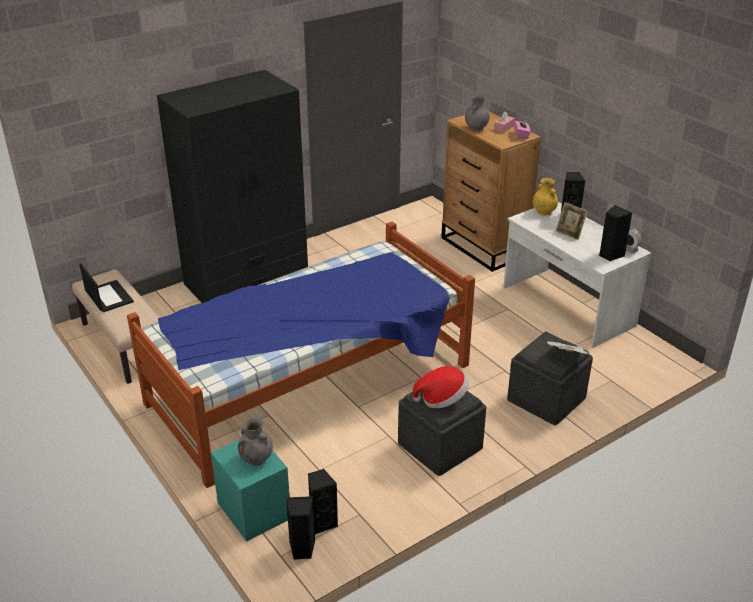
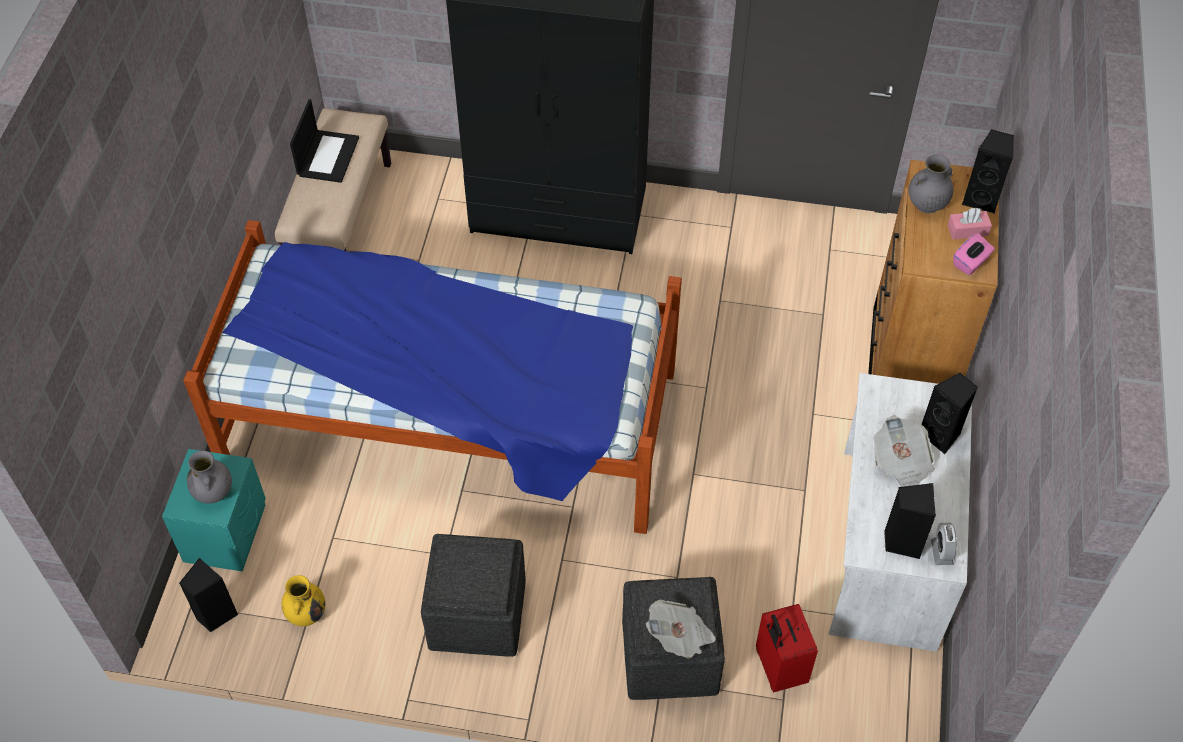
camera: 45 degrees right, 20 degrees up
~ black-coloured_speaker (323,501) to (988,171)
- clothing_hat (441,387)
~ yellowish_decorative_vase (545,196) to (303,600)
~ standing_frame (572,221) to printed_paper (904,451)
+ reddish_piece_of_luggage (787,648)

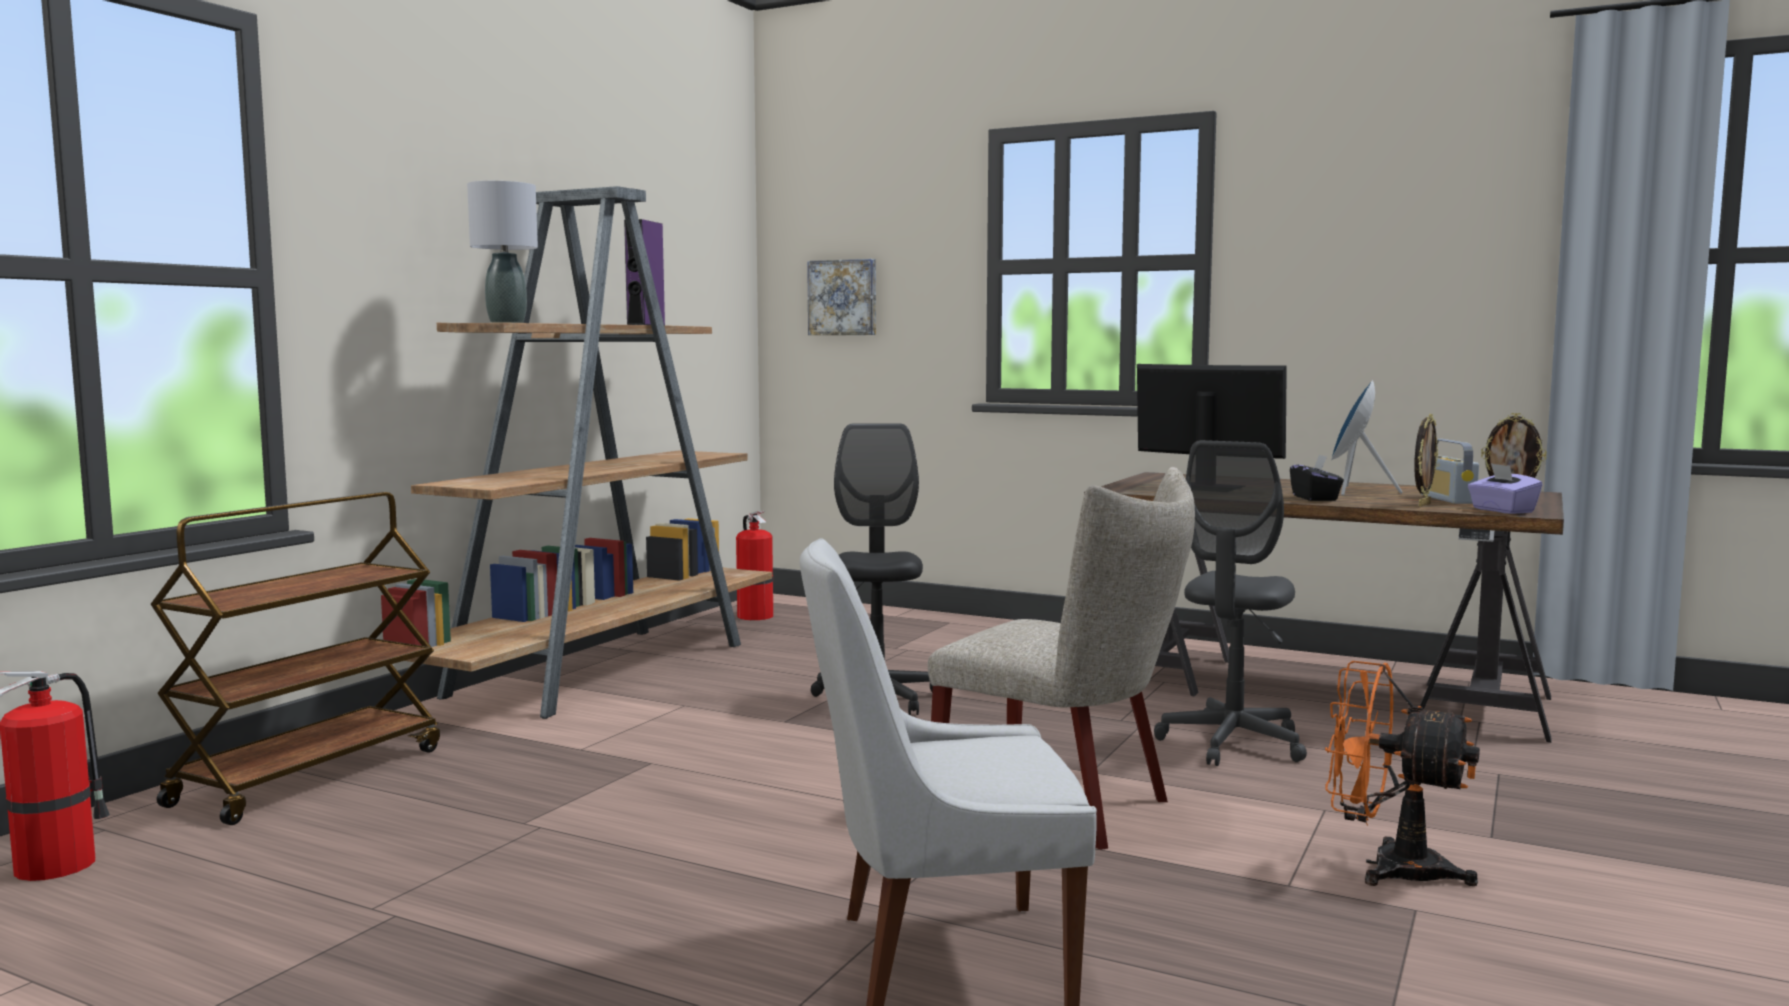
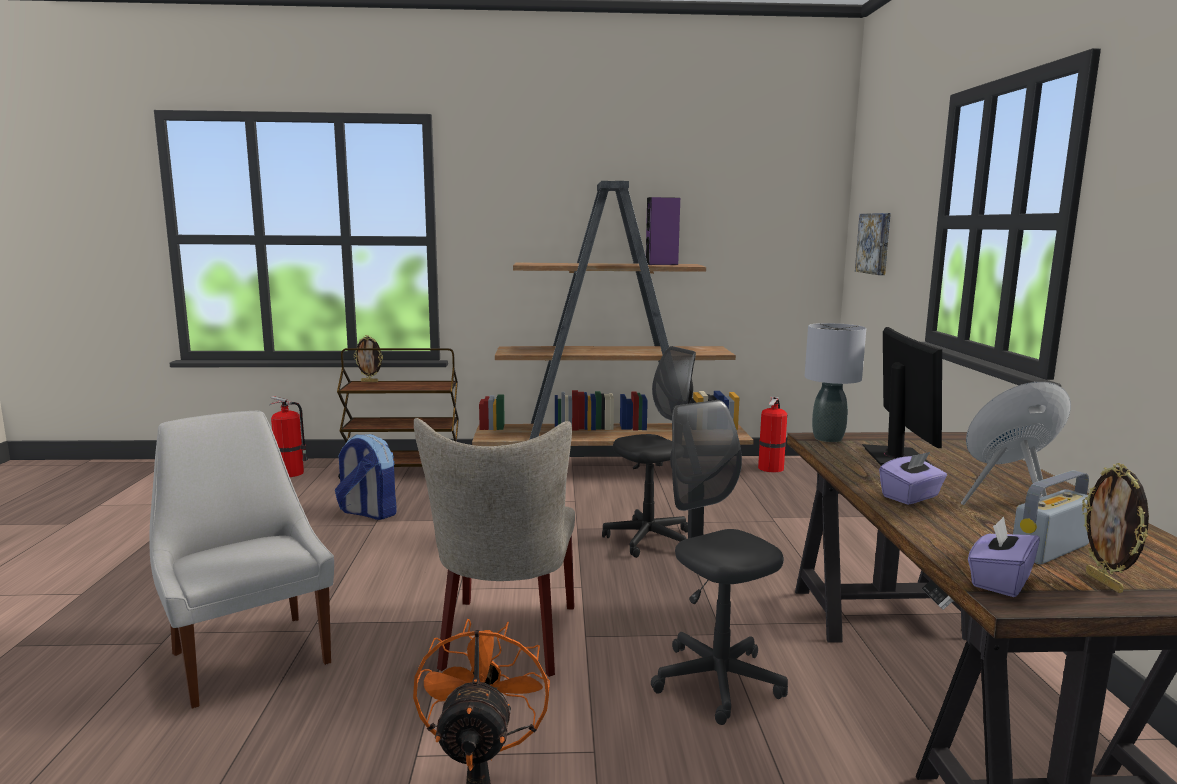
camera: 60 degrees right, 5 degrees up
~ grey_table_lamp (502,252) to (835,382)
~ grey_office_chair (1230,603) = (719,562) 60 degrees clockwise
~ black-coloured_tissue_box (1317,477) to purple_tissue_box (913,478)
~ standing_frame (1426,460) to (368,358)
+ rucksack (366,477)

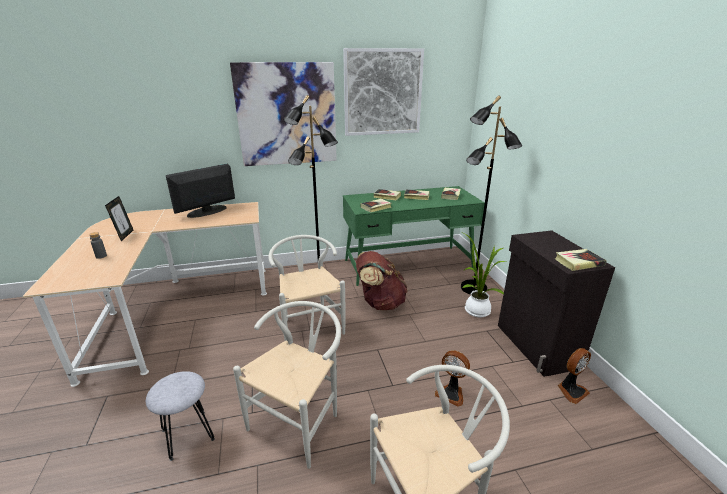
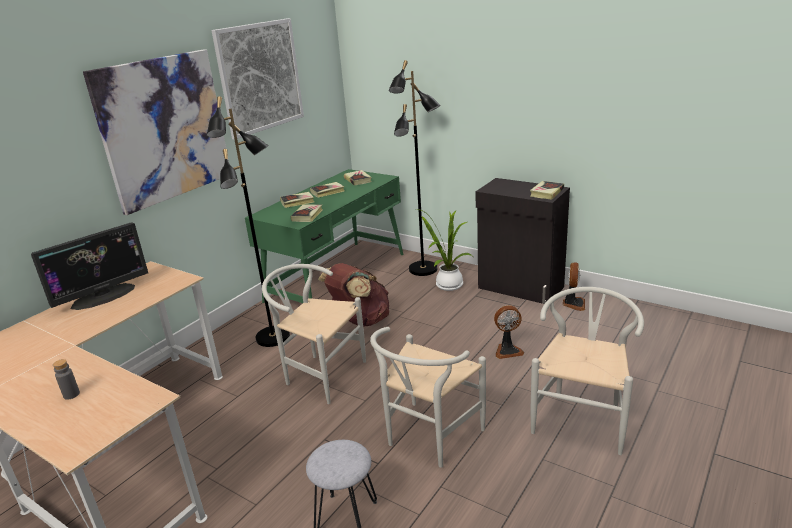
camera: 40 degrees left, 0 degrees up
- standing_frame (119,218)
~ computer_display (200,191) = (89,266) 135 degrees counterclockwise
~ whitish_plain_chair (287,385) = (428,397) 135 degrees counterclockwise

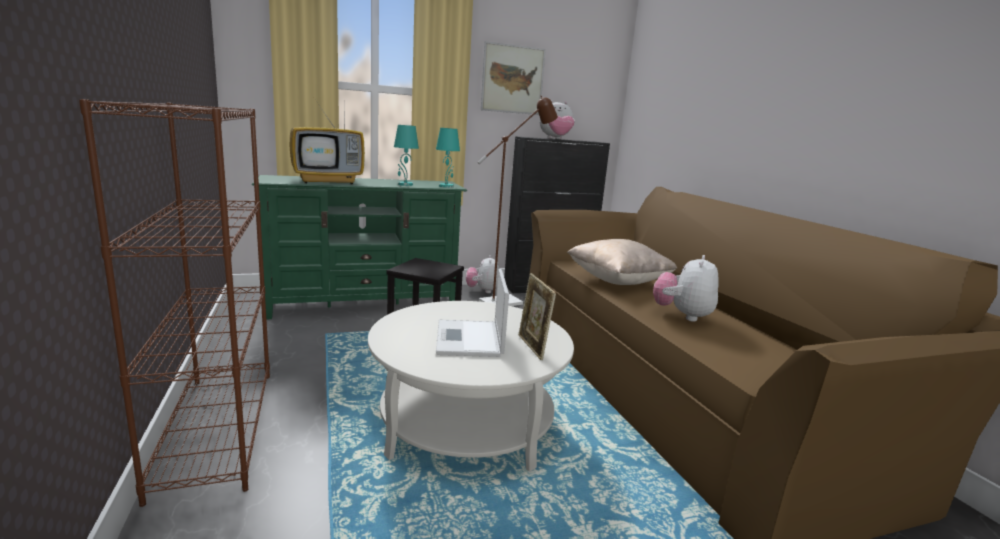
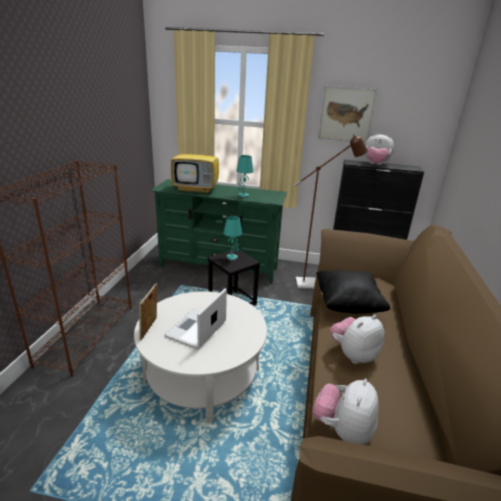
camera: 30 degrees right, 10 degrees up
~ turquoise-coloured_table_lamp (448,158) to (233,238)
~ soft_toy (483,274) to (346,411)
~ standing_frame (537,316) to (148,312)
~ beige_cushion (622,262) to black-coloured_cushion (353,291)

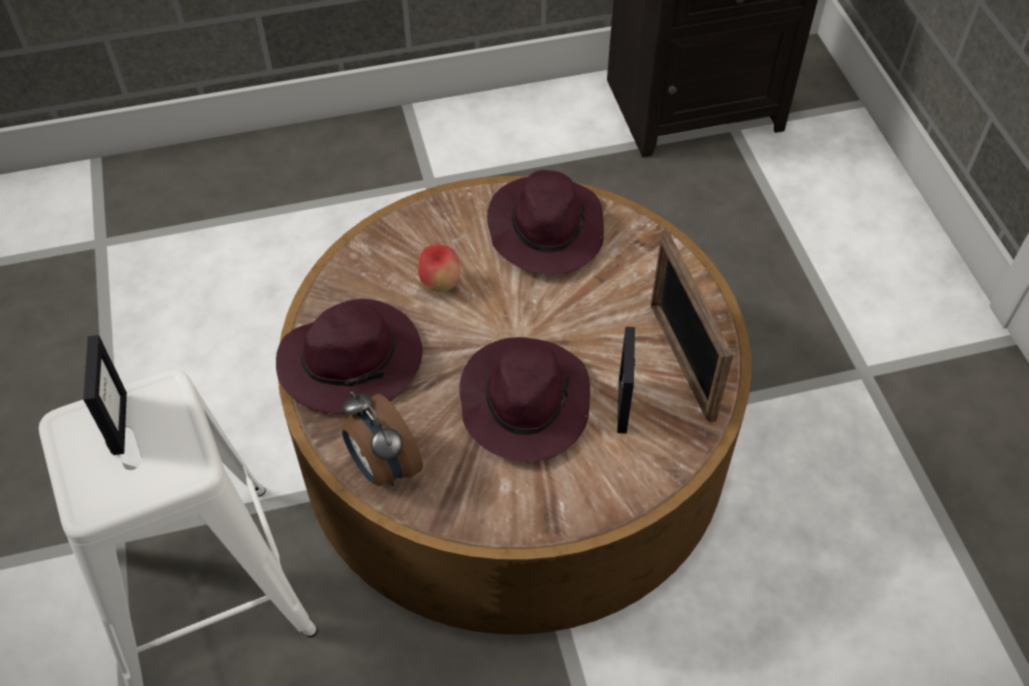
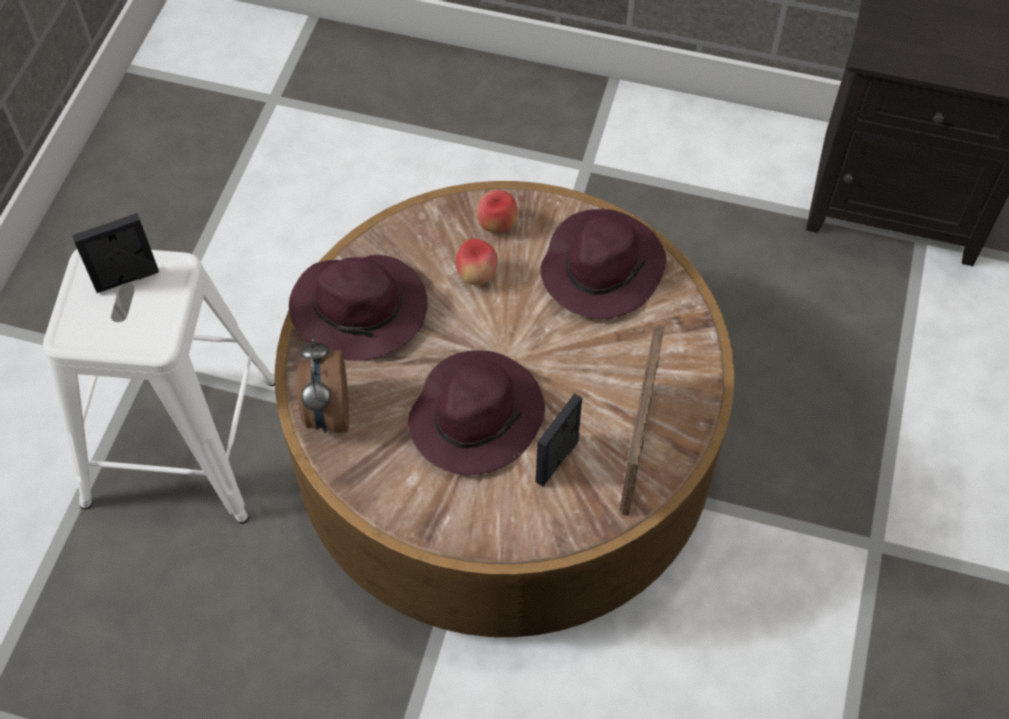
camera: 30 degrees right, 5 degrees up
~ standing_frame (105,395) = (115,253) 135 degrees counterclockwise
+ apple_fruit (497,211)

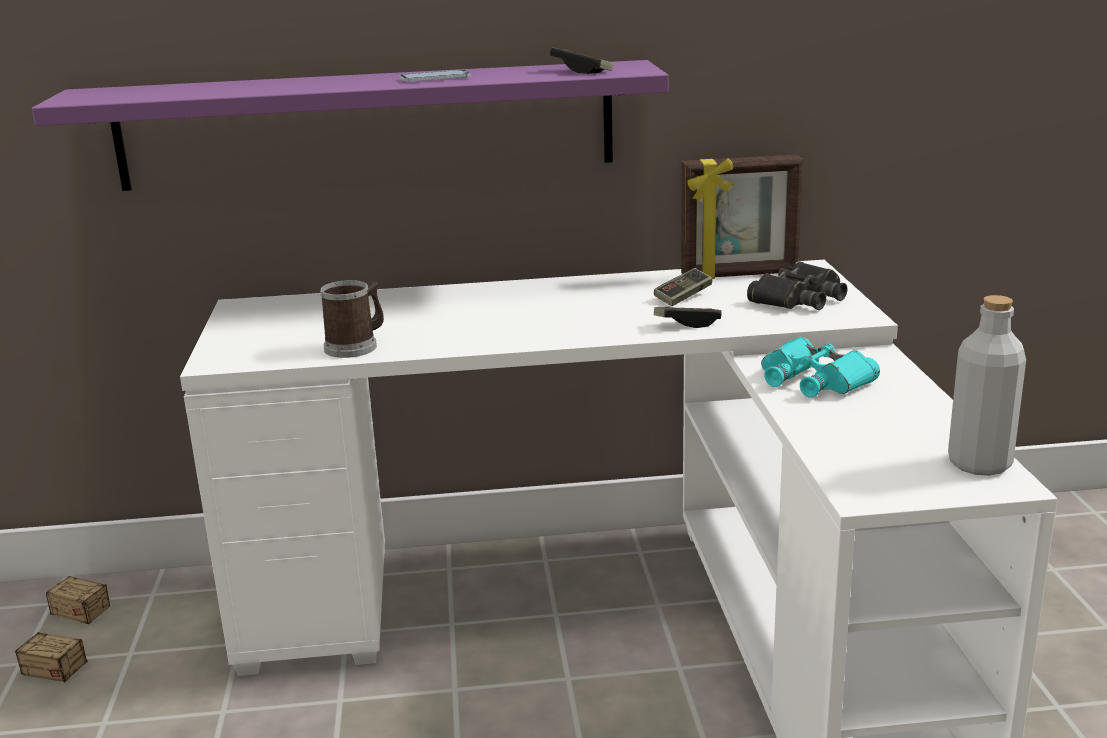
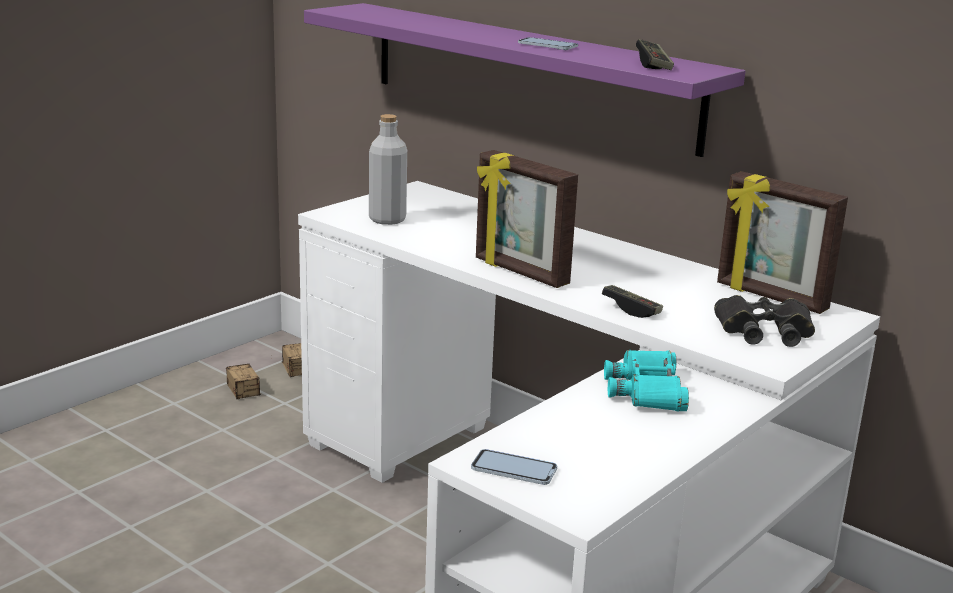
camera: 45 degrees right, 0 degrees up
- tea_mug (352,319)
- gamepad (683,287)
~ grey_beverage_bottle (987,385) to (388,169)
+ phone (514,467)
+ standing_frame (527,219)

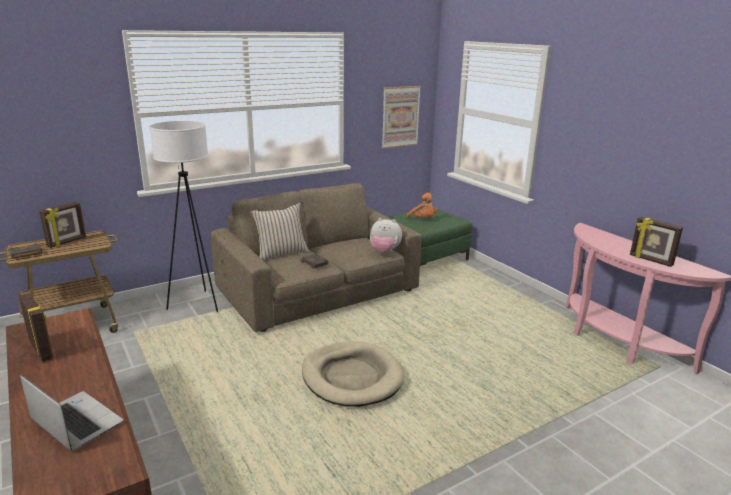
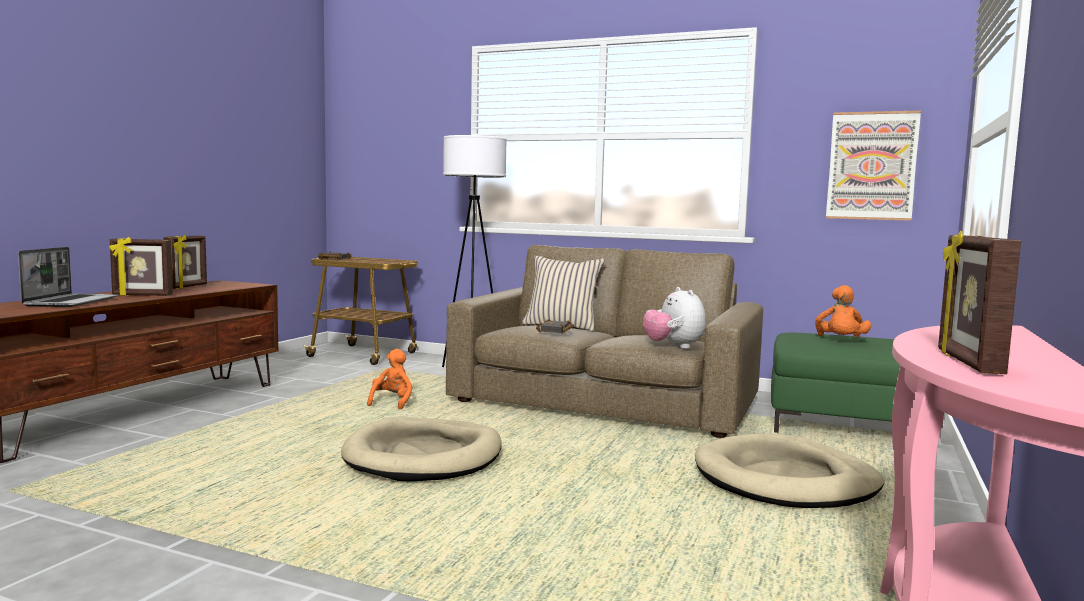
camera: 55 degrees right, 15 degrees down
~ standing_frame (62,225) to (141,266)
+ orangey_soft_toy (390,379)
+ beige_dog_bed (789,470)

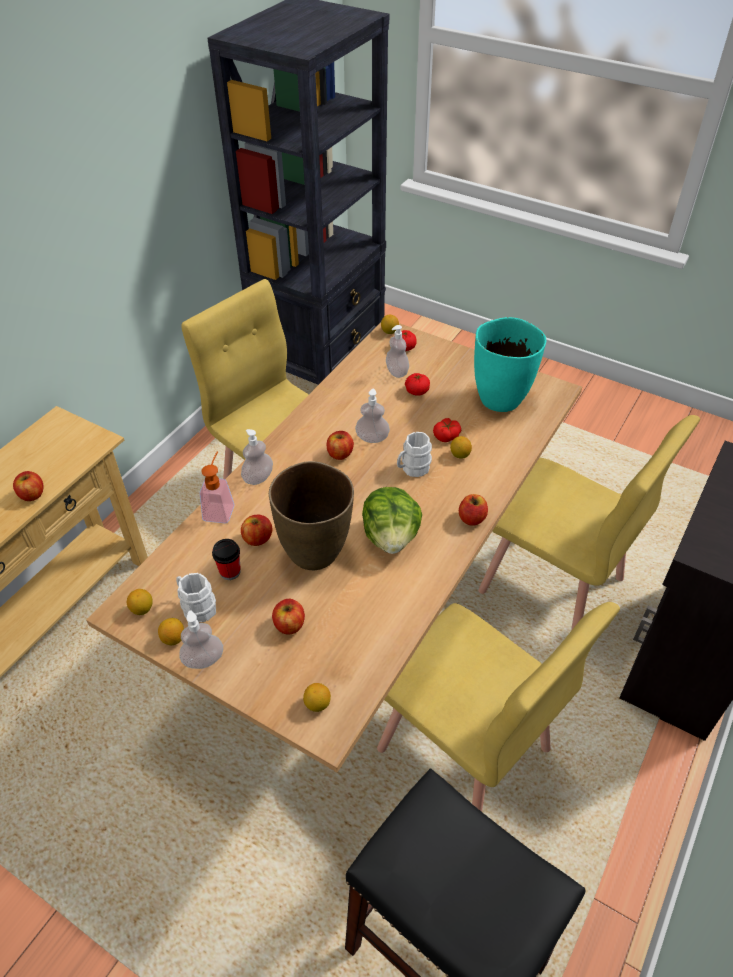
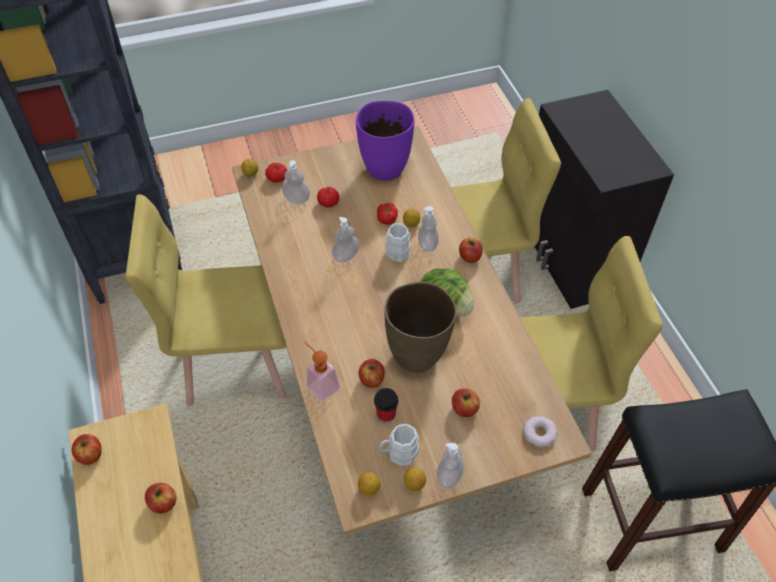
camera: 50 degrees left, 5 degrees up
~ soap_bottle (257,457) to (428,229)
~ citrus_fruit (317,697) to doughnut (540,431)
~ apple_fruit (340,445) to (87,449)
~ turquoise-coloured_decorative_vase (510,364) to purple_decorative_vase (385,141)

